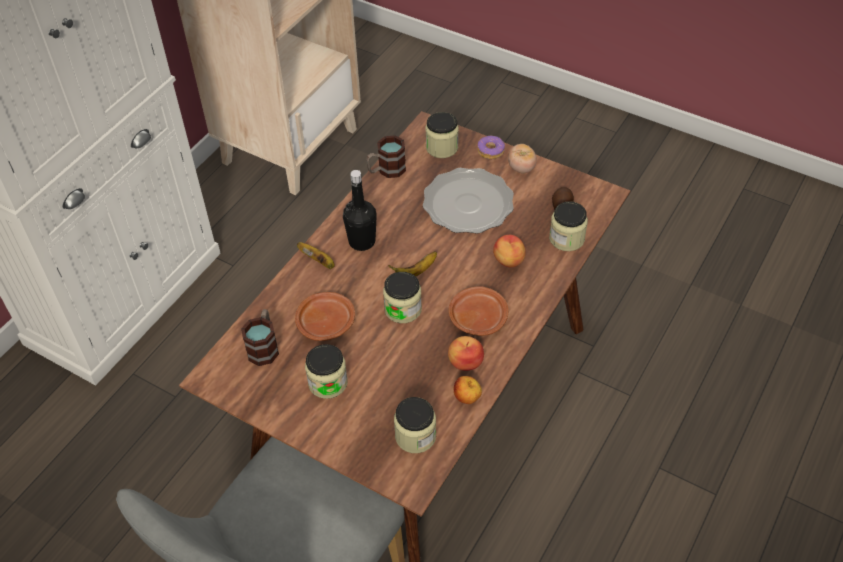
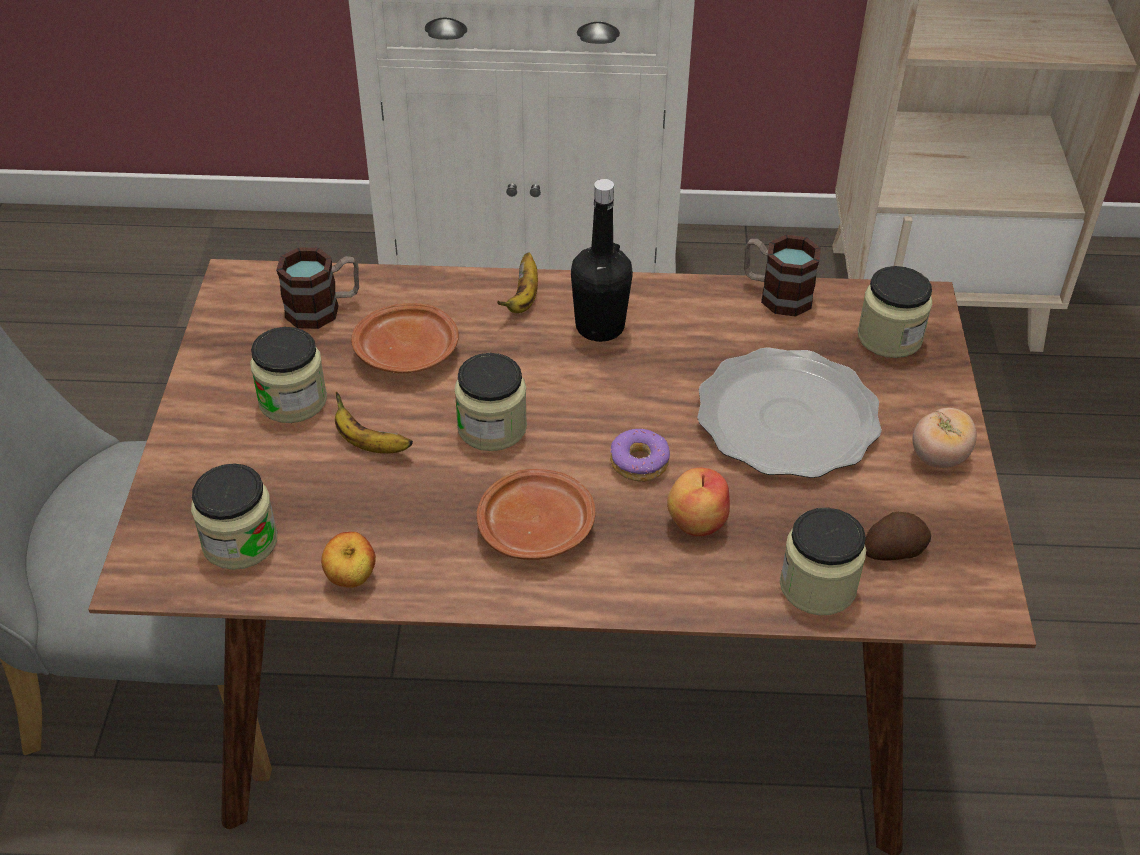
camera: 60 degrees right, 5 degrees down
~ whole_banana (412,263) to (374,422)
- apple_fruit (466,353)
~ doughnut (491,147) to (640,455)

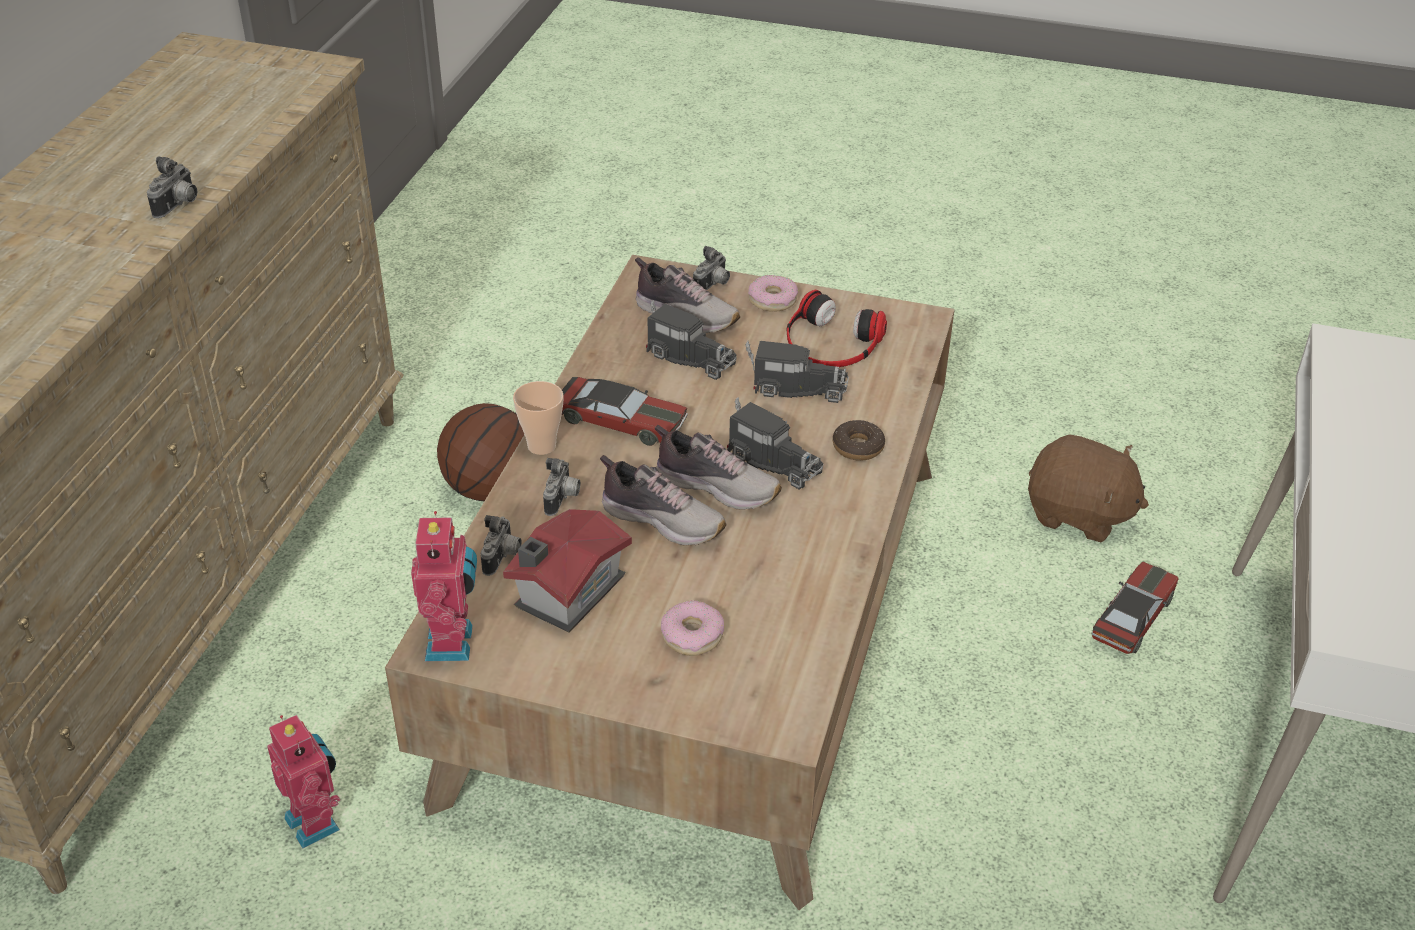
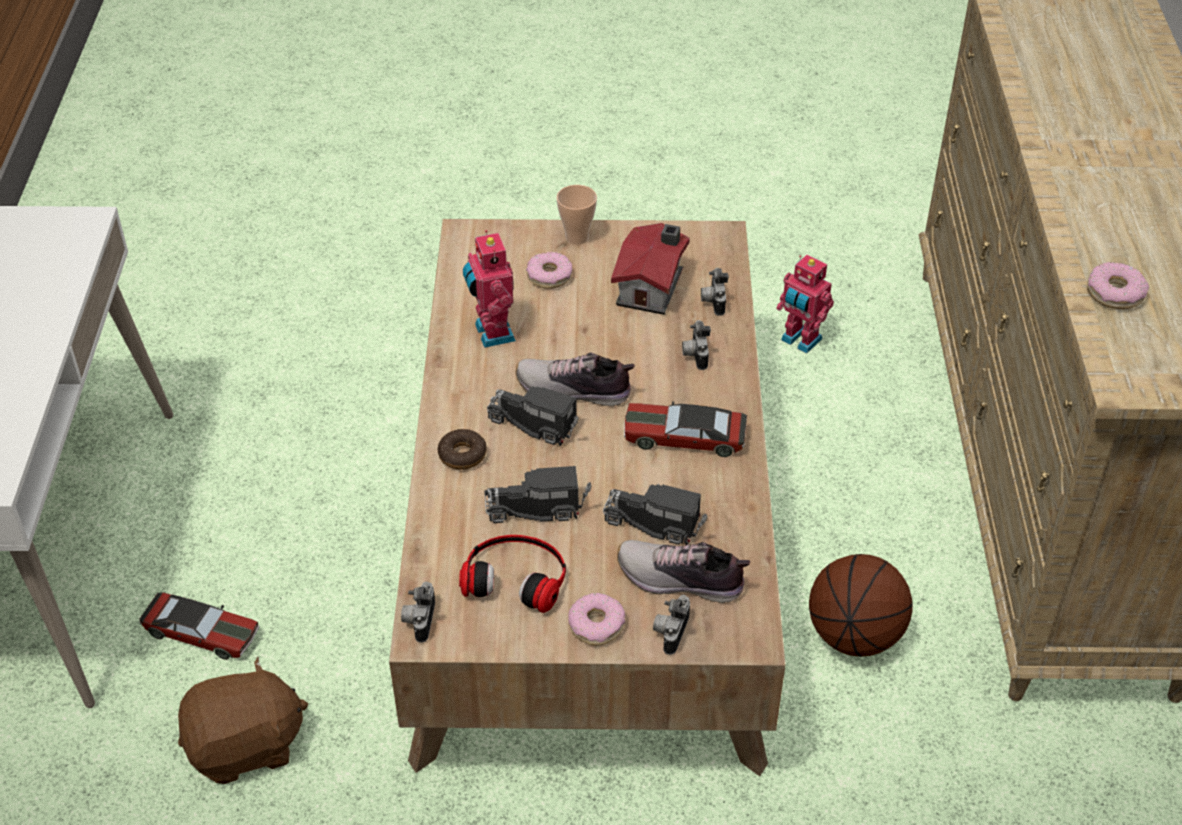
camera: 165 degrees right, 5 degrees up
~ still_camera (172,187) to (418,612)
~ model_robot (444,586) to (489,289)
~ cup (538,418) to (577,215)
- item_of_footwear (663,500)
~ brownish_soft_toy (1088,488) = (243,720) 150 degrees clockwise
~ miniature_car (1135,608) = (199,626) 90 degrees counterclockwise
+ doughnut (1118,285)

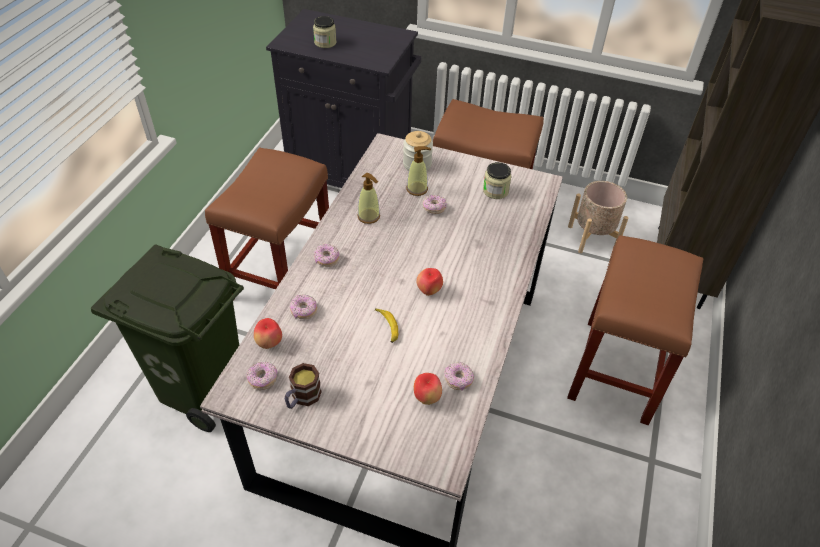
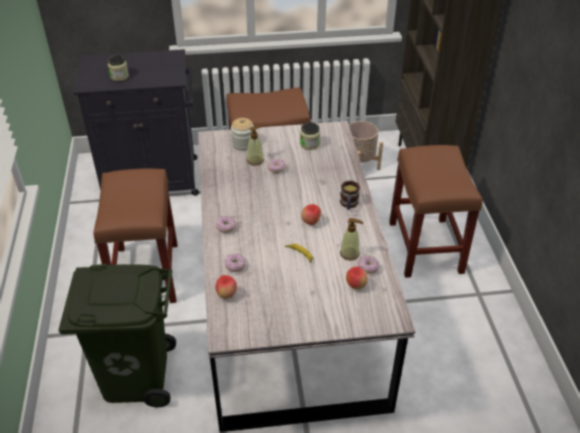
camera: 25 degrees left, 5 degrees down
- doughnut (262,376)
~ tea_mug (303,386) to (350,195)
~ soap_bottle (368,198) to (351,239)

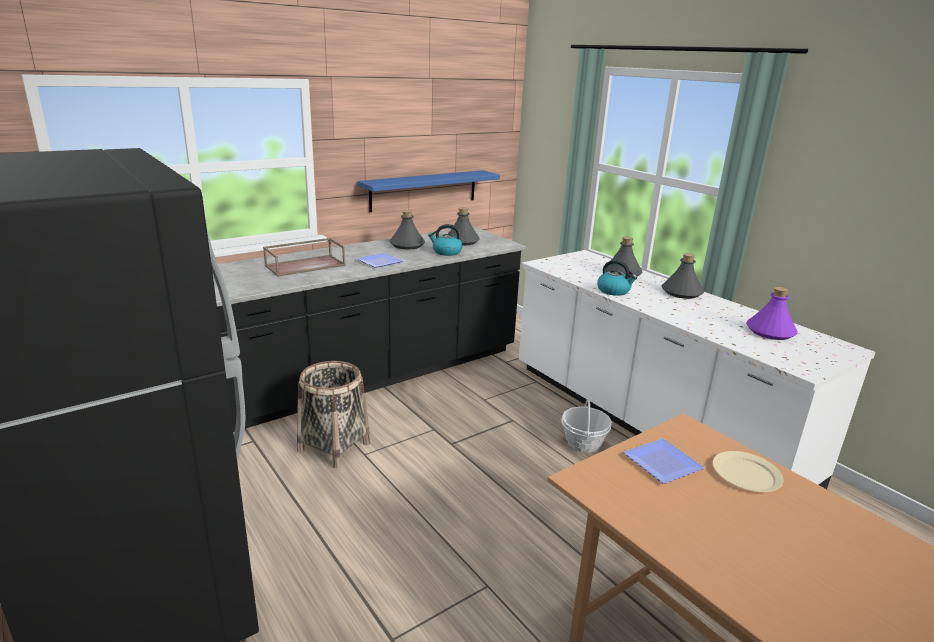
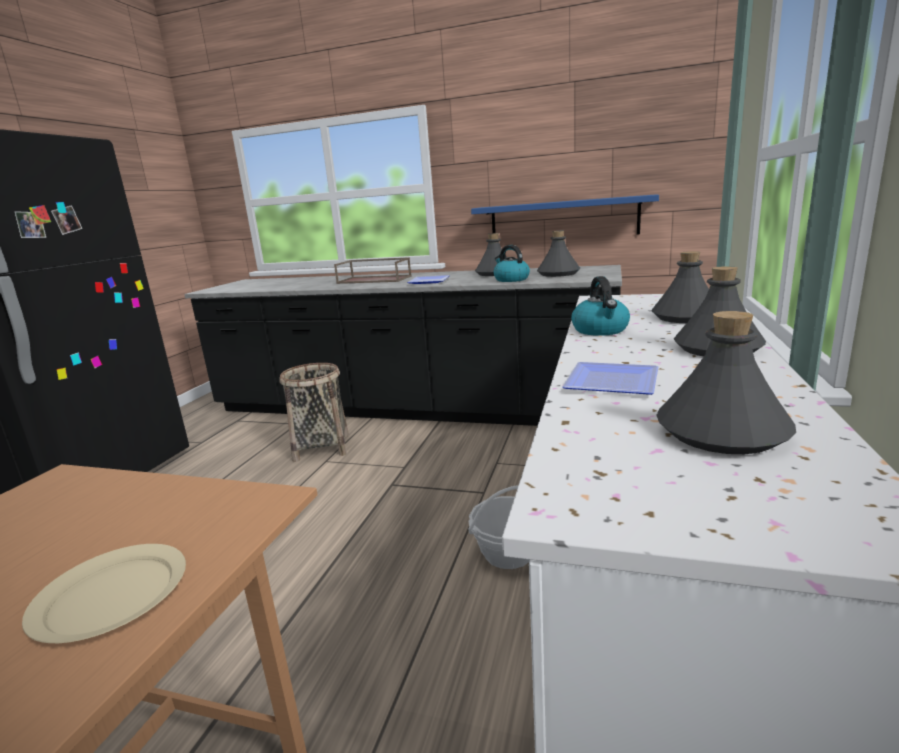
camera: 55 degrees right, 5 degrees down
~ plate (664,461) to (611,378)
~ purple_beverage_bottle (772,313) to grey_beverage_bottle (726,382)

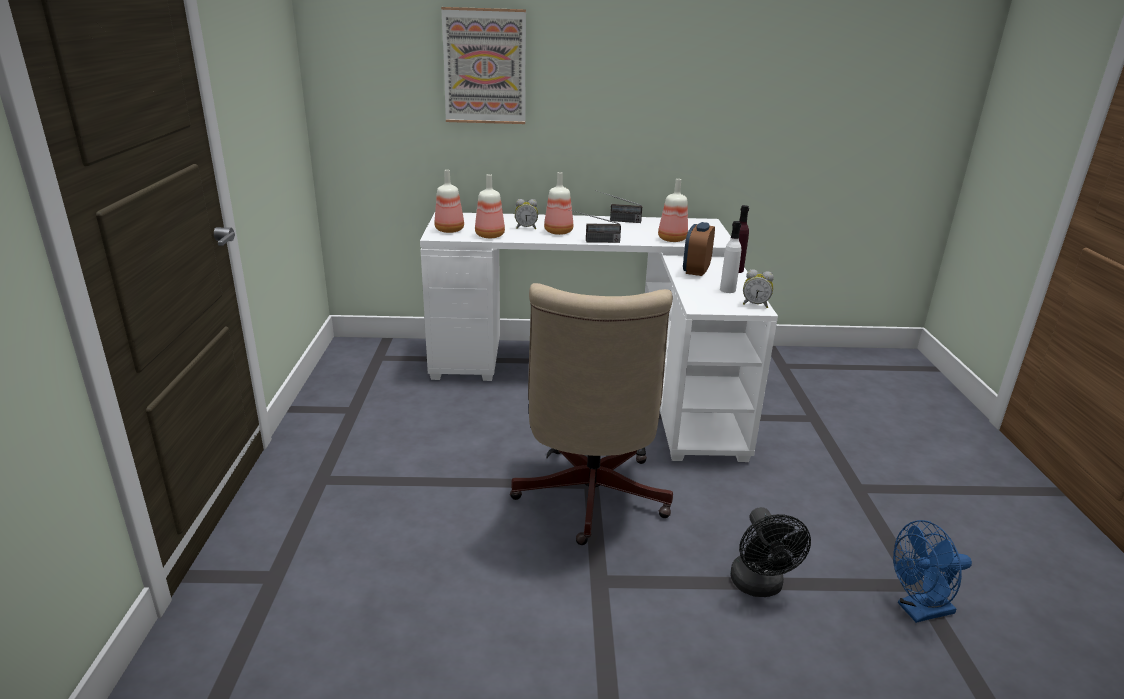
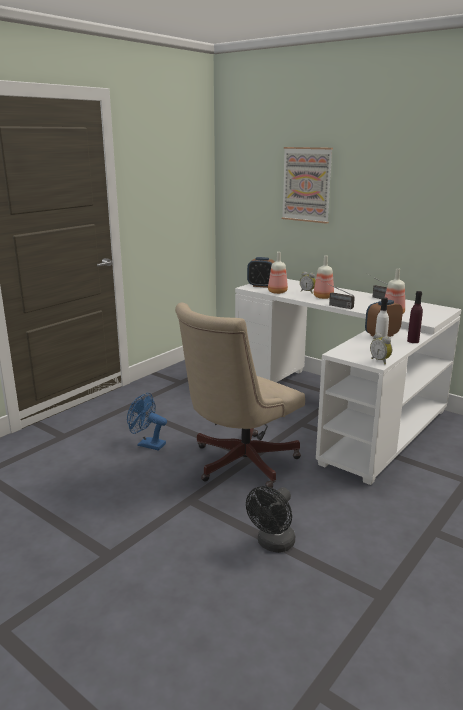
camera: 40 degrees right, 5 degrees down
~ beverage_bottle (449,201) to bedside_clock (261,272)
~ bluish_cooling_fan (932,571) to (147,422)

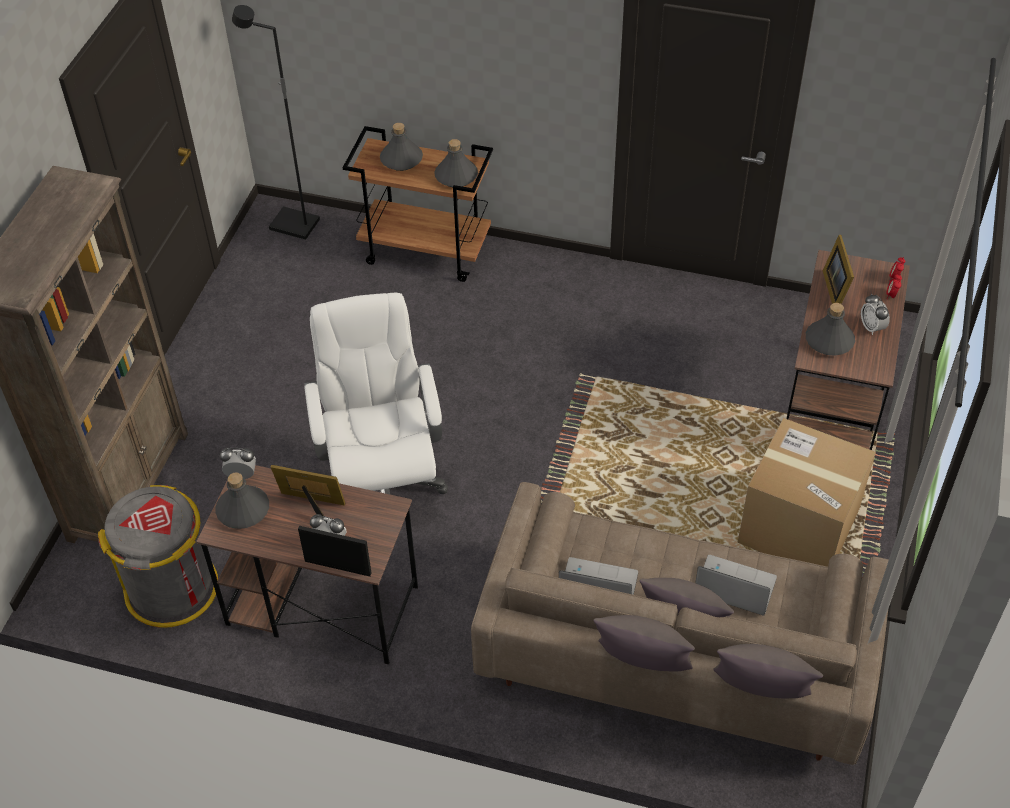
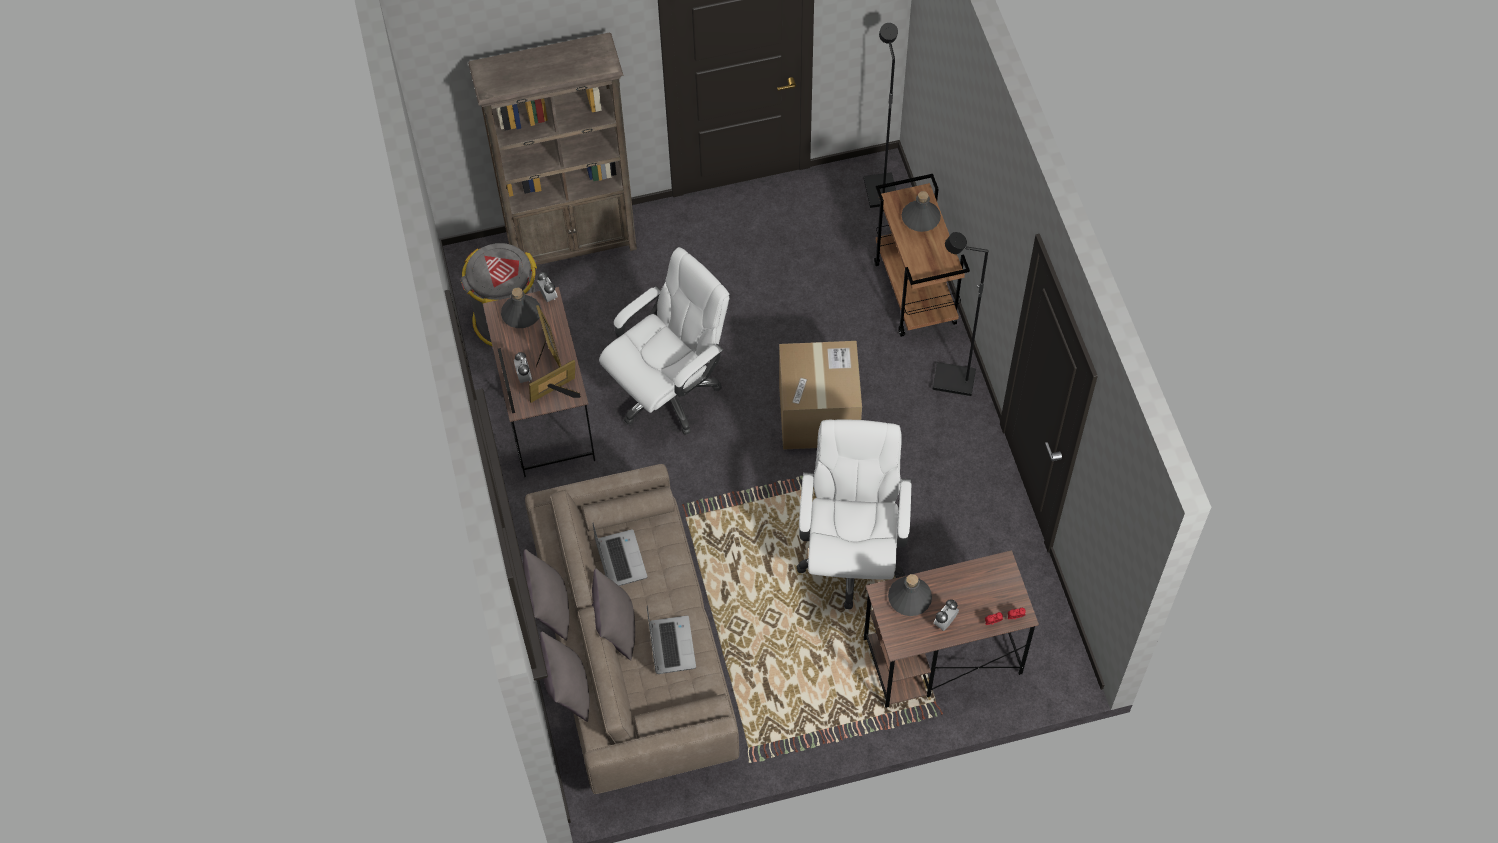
camera: 60 degrees right, 10 degrees up
- grey_beverage_bottle (456,163)
~ cardboard_box (807,492) to (820,395)
~ standing_frame (838,269) to (555,381)
+ whitish_office_chair (853,514)
+ black-coloured_standing_lamp (960,314)

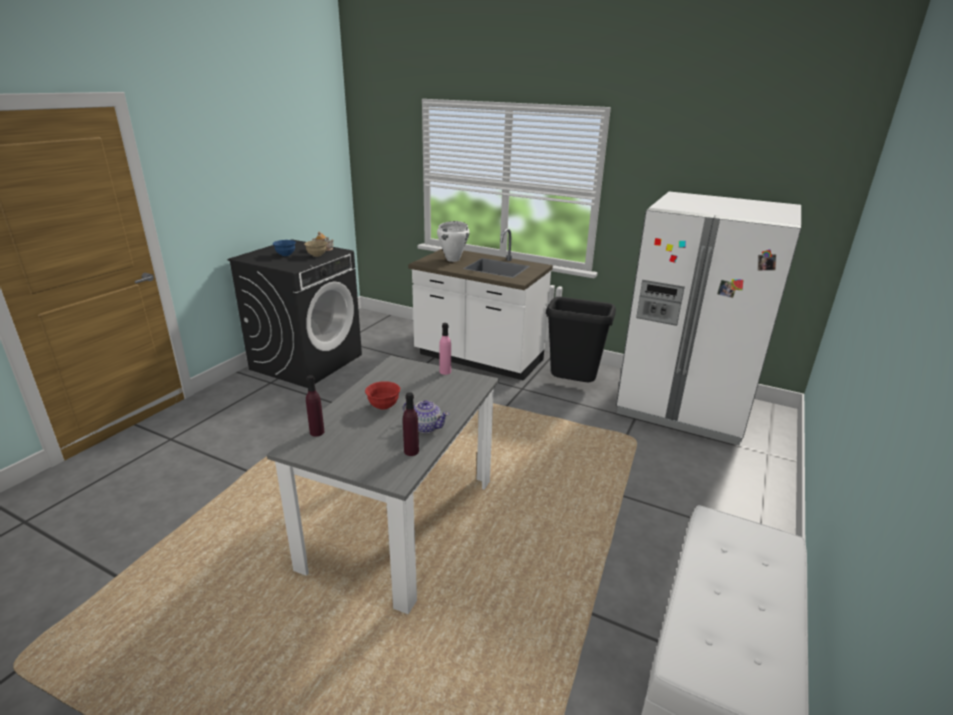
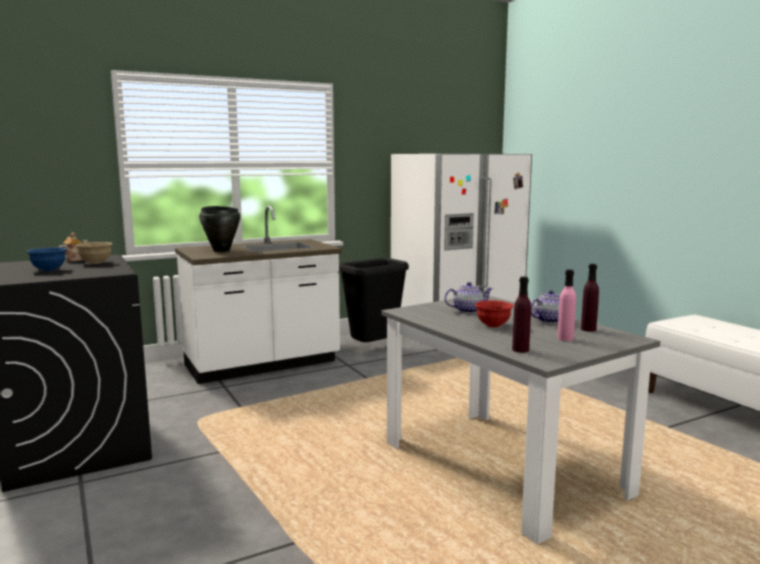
camera: 55 degrees left, 15 degrees down
~ whitish_saucepot (453,241) to black-coloured_saucepot (219,229)
~ pinkish_beverage_bottle (445,349) to (566,305)
+ tea_pot (468,297)

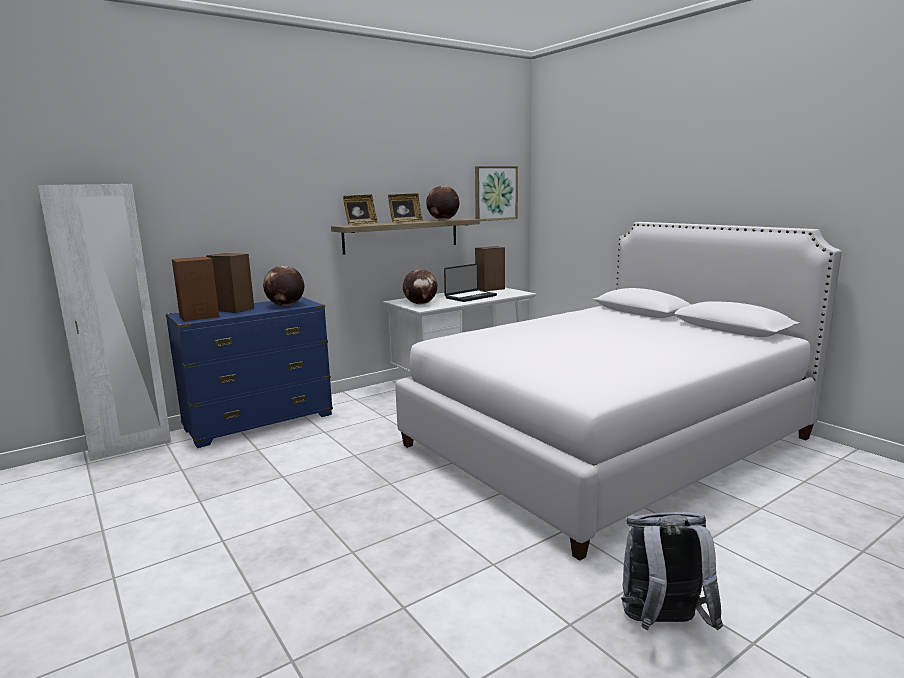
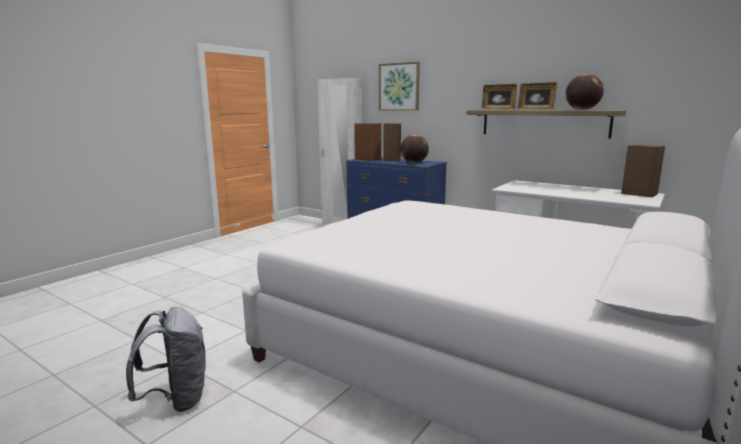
camera: 70 degrees right, 0 degrees up
- desk_globe (420,286)
- notebook_computer (470,283)
~ picture (496,193) to (399,86)

